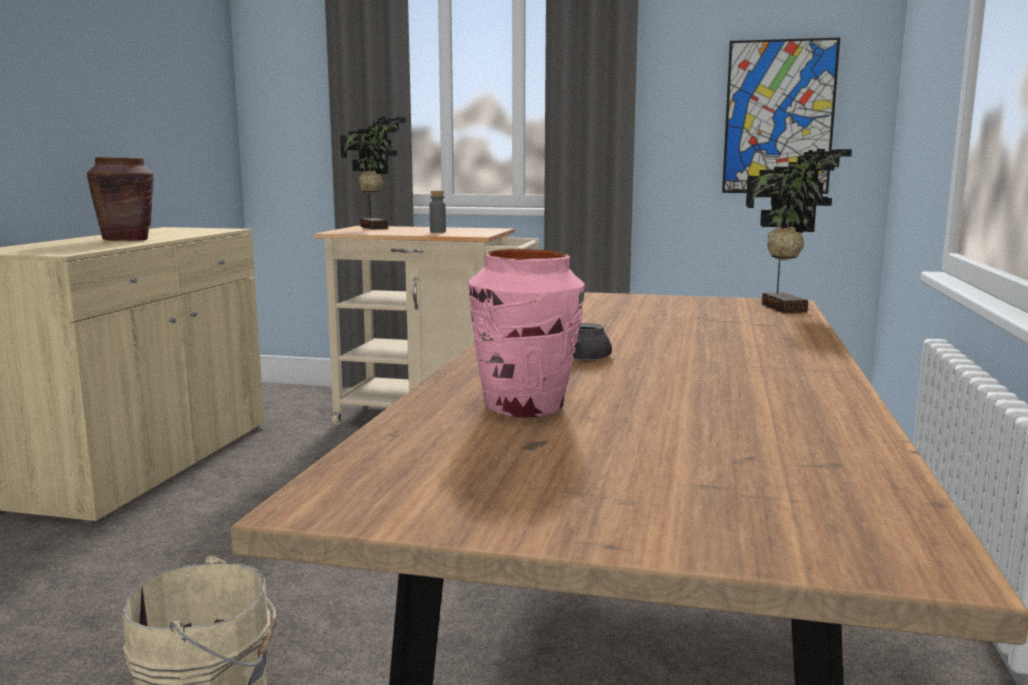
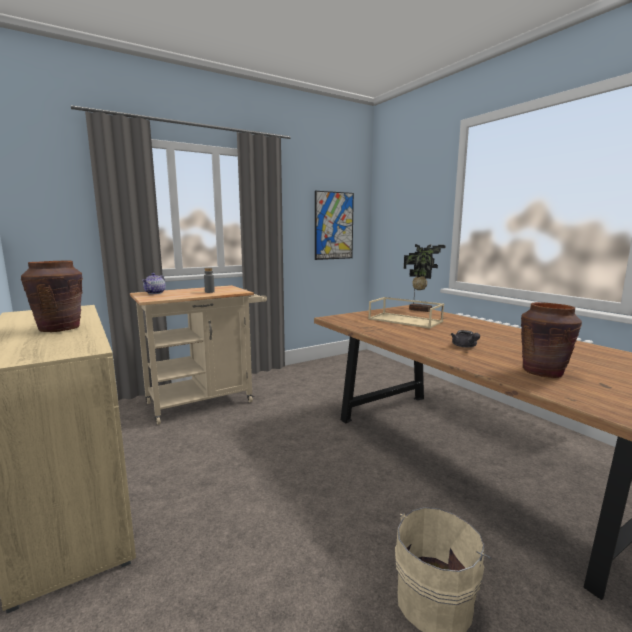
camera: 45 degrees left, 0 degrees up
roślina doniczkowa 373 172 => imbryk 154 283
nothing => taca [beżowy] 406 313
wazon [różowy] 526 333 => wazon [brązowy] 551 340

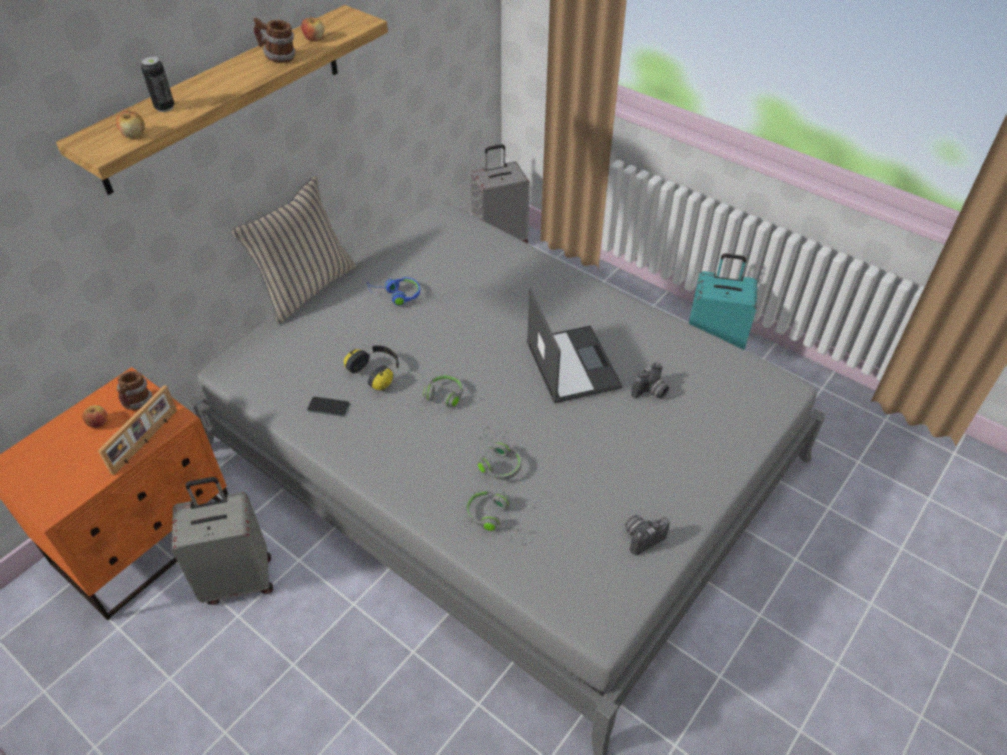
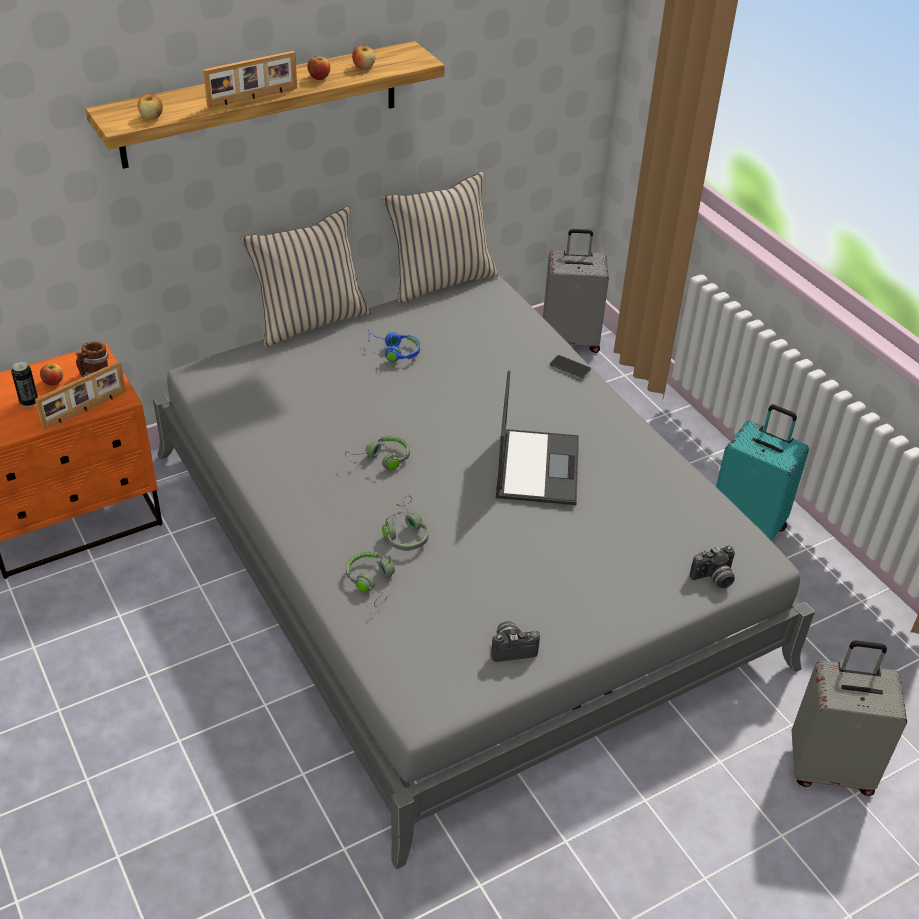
camera: 20 degrees right, 5 degrees down
puszka 157 84 => puszka 24 384, shifted
nothing => ramka na zdjęcie 250 79
kubek 274 40 => jabłko 319 68
nothing => poduszka [beżowy] 440 237
telefon 328 406 => telefon 570 366, shifted
aparat fotograficzny 650 380 => aparat fotograficzny 712 567, shifted
walizka [szary] 222 541 => walizka [szary] 849 718, shifted
słuchawki 371 367 => nothing

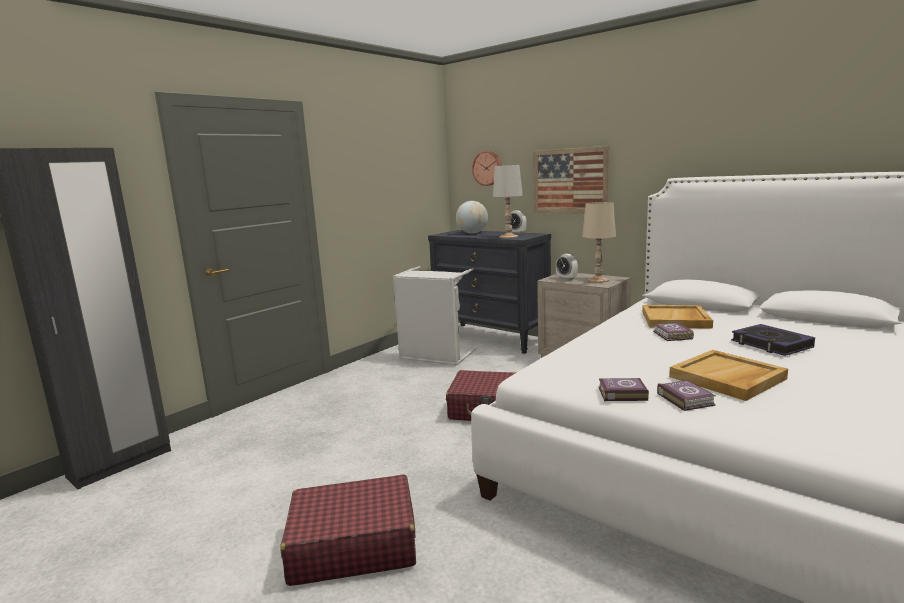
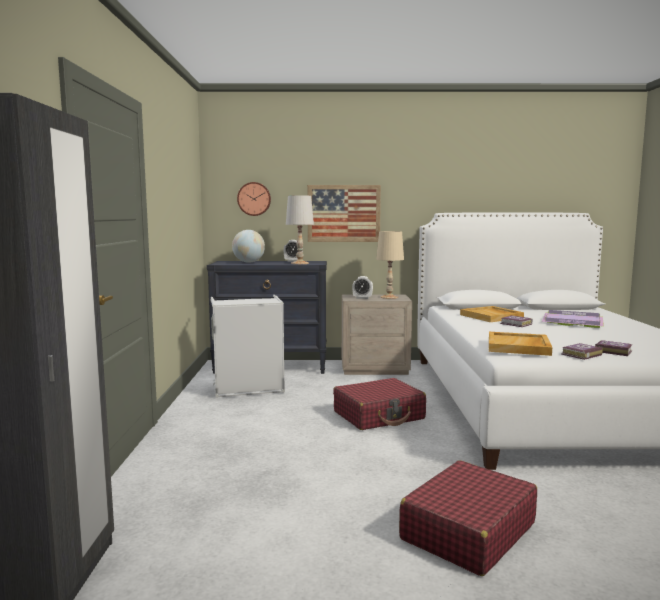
camera: 40 degrees left, 5 degrees down
taca [beżowy] 728 375 => taca [beżowy] 520 344, shifted
książka 773 340 => taca [fioletowy] 573 319

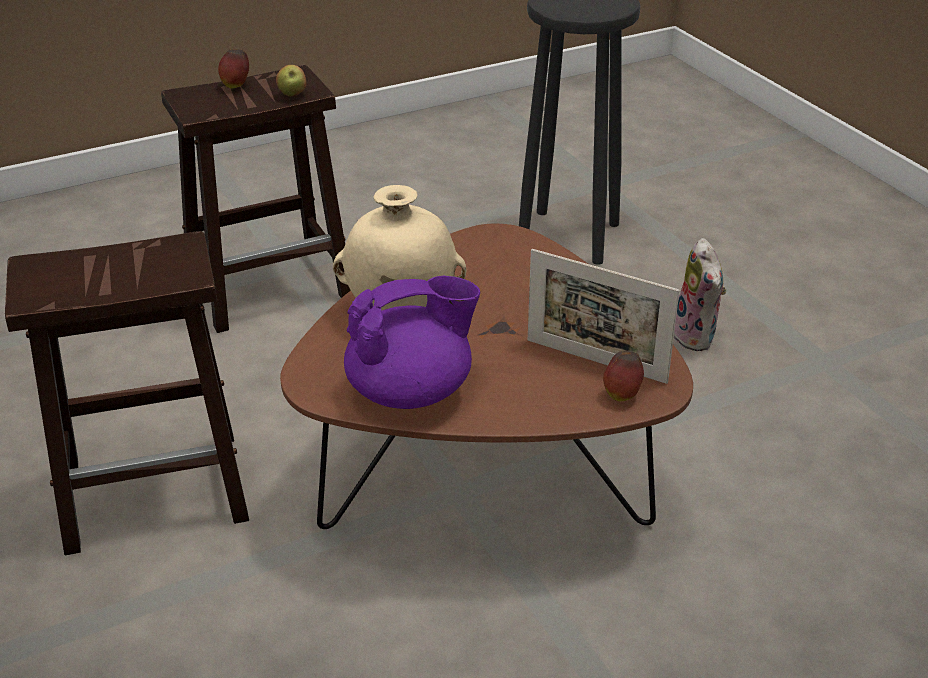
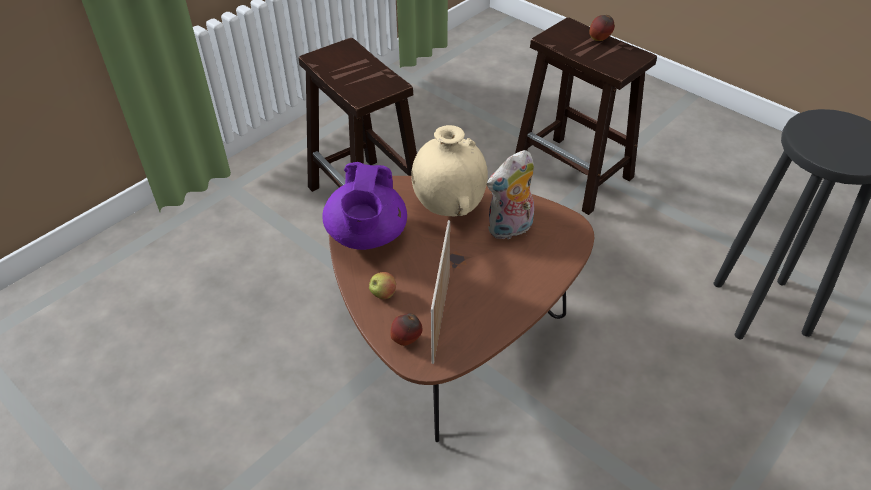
camera: 70 degrees right, 10 degrees up
imbryk [fioletowy] 412 342 => imbryk [fioletowy] 364 206, 45 degrees clockwise
jabłko 291 80 => jabłko 382 285, shifted
pluszak 700 294 => pluszak 510 194, shifted

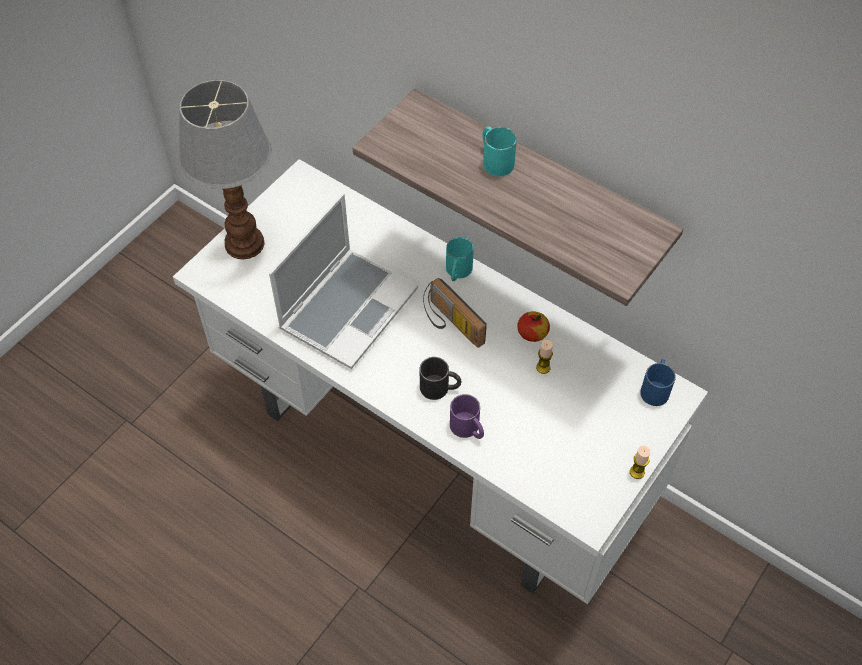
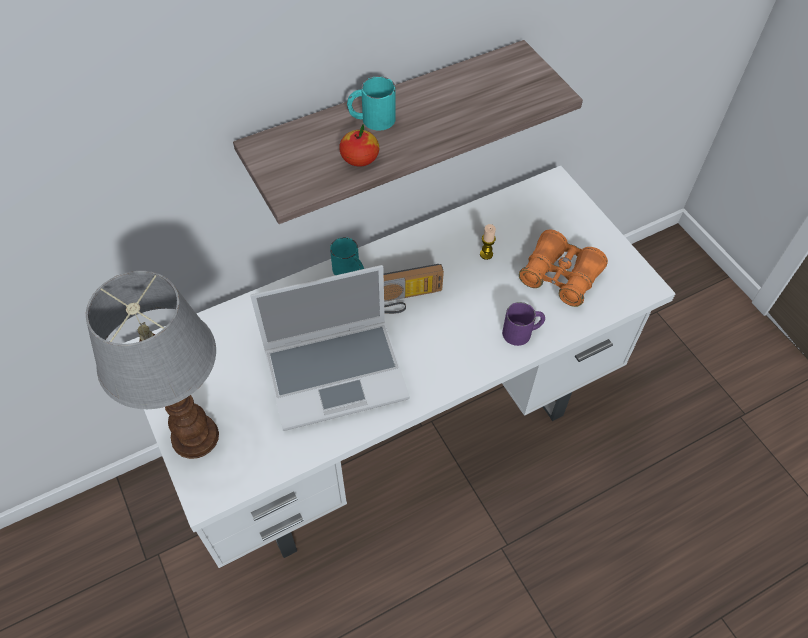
camera: 65 degrees left, 0 degrees up
laptop 343 281 => laptop 330 348, 105 degrees clockwise
jabłko 533 326 => jabłko 359 146, shifted
nothing => lornetka [pomarańczowy] 563 268
kubek [czarny] 440 378 => nothing
świeca 640 462 => nothing
kubek [niebieski] 658 382 => nothing

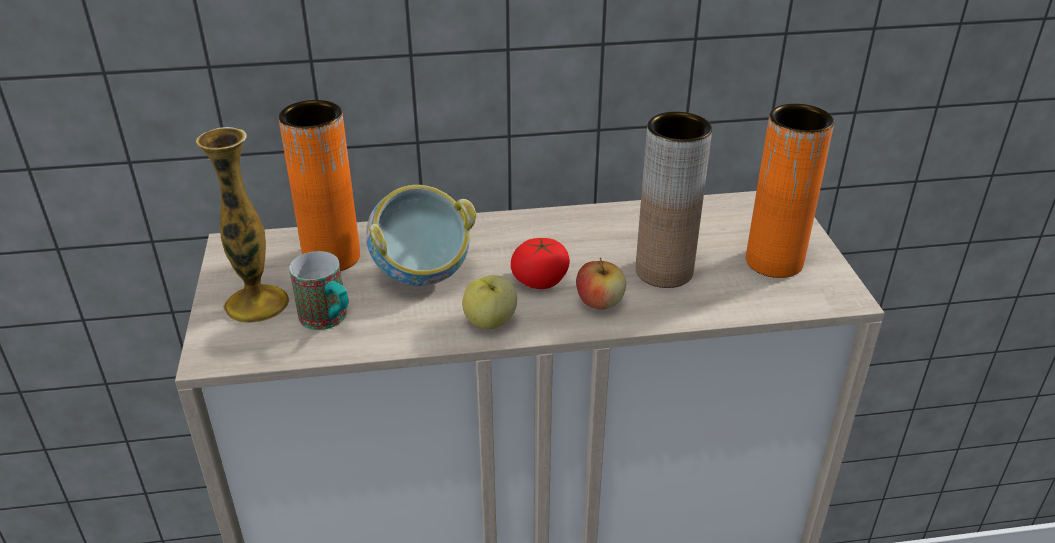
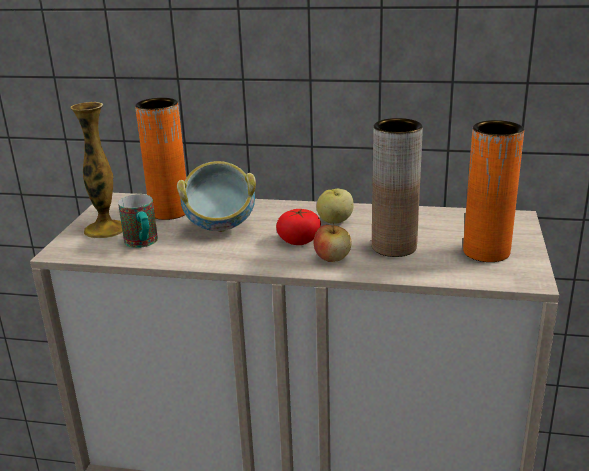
camera: 20 degrees right, 10 degrees down
jabłko 489 302 => jabłko 335 206, shifted

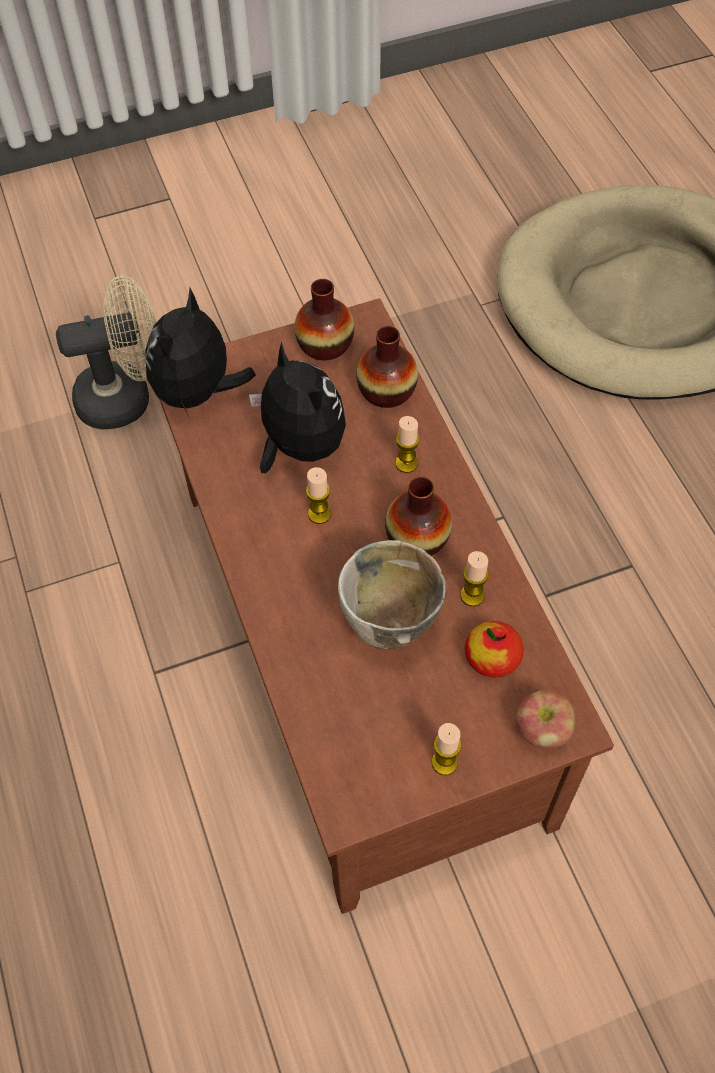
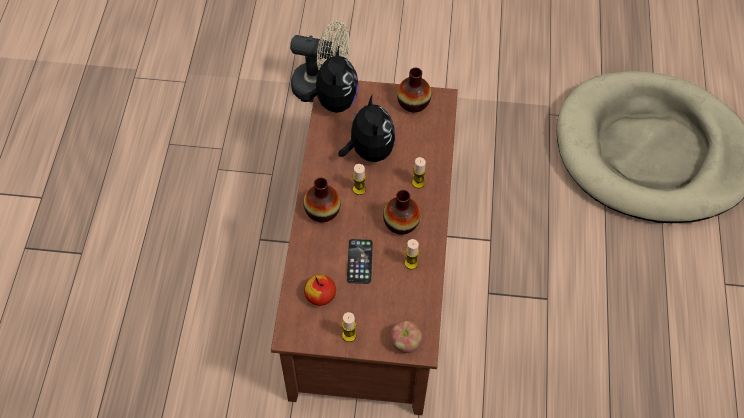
camera: 25 degrees right, 0 degrees up
pluszak 200 352 => pluszak 330 79, 135 degrees clockwise
wazon 387 367 => wazon 322 200, shifted
jabłko 494 649 => jabłko 320 290, shifted
miska 392 595 => telefon 360 261

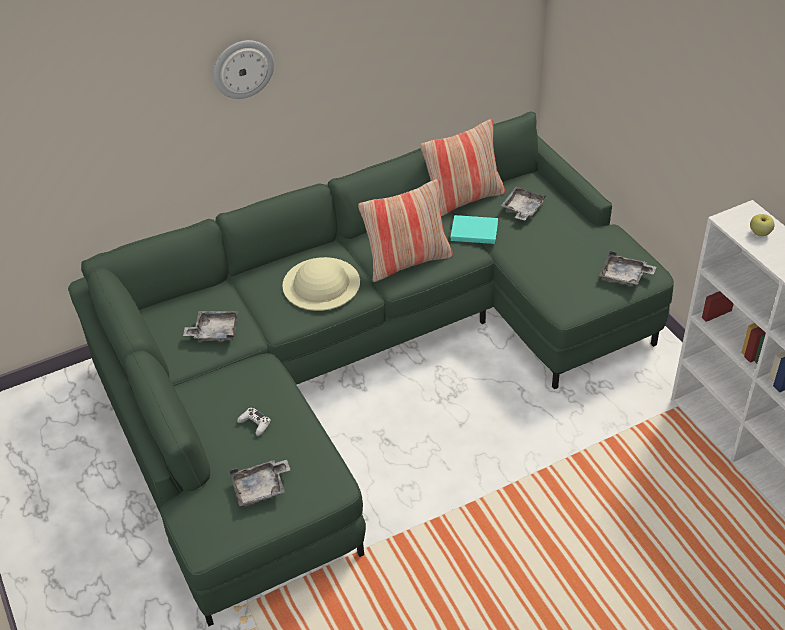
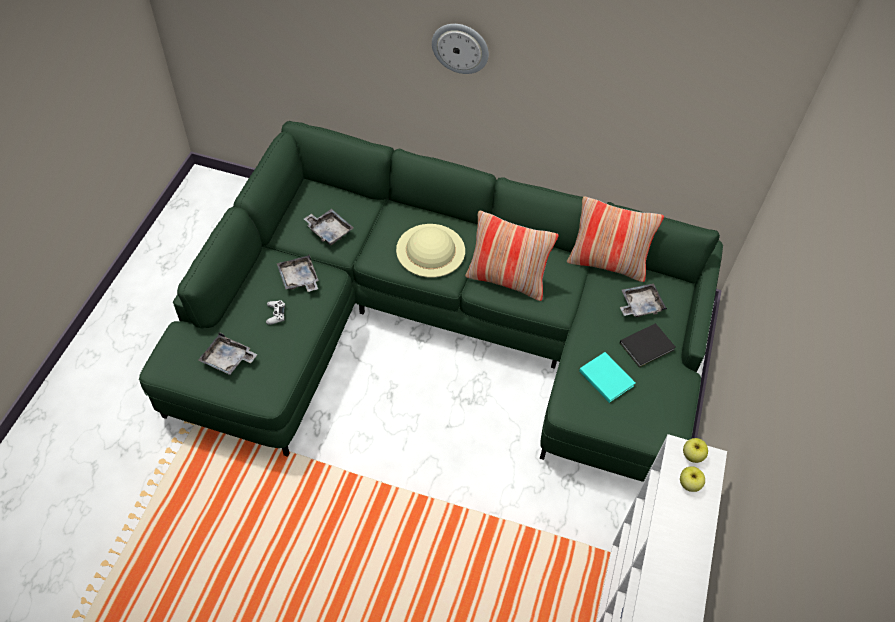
camera: 40 degrees right, 10 degrees up
taca [szary] 628 268 => taca [szary] 298 273, shifted
książka [turkusowy] 474 229 => książka [turkusowy] 607 377, shifted
nothing => książka [czarny] 648 345
nothing => jabłko 695 450

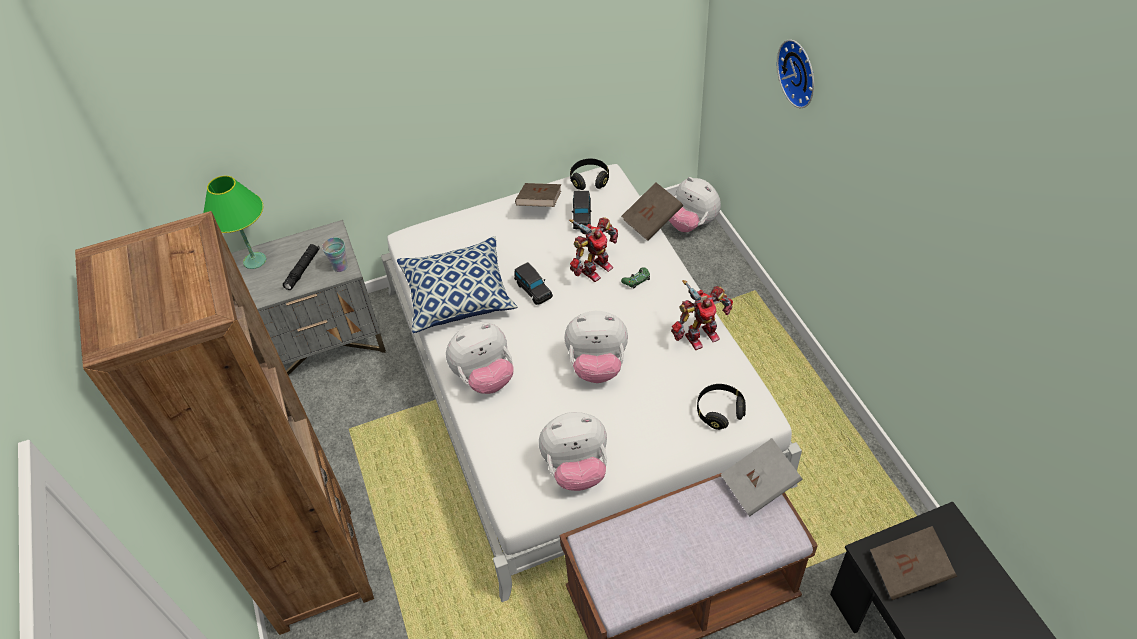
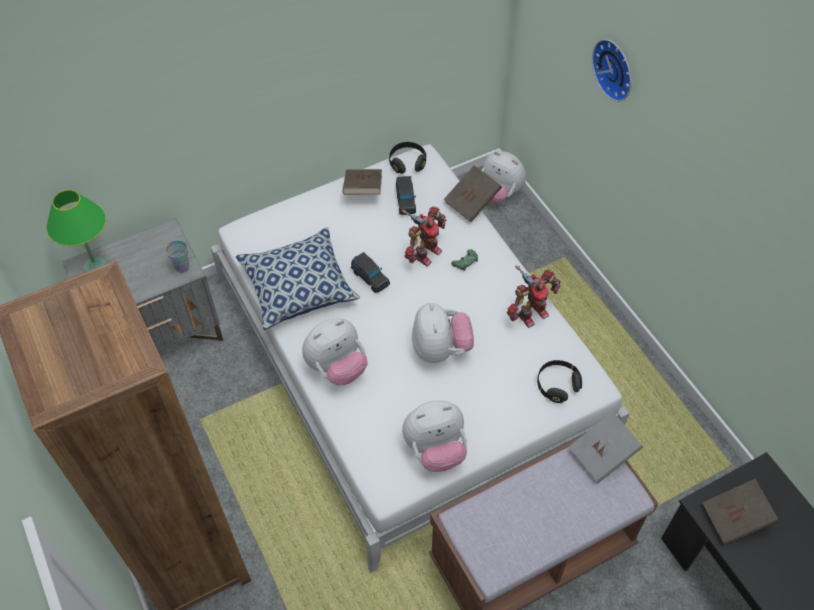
camera: 10 degrees left, 5 degrees up
pluszak 596 347 => pluszak 443 333, 90 degrees counterclockwise
latarka [czarny] 301 267 => nothing

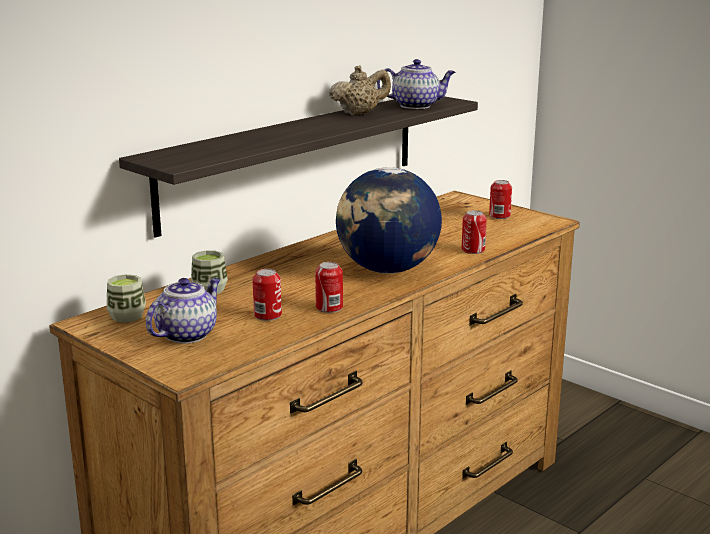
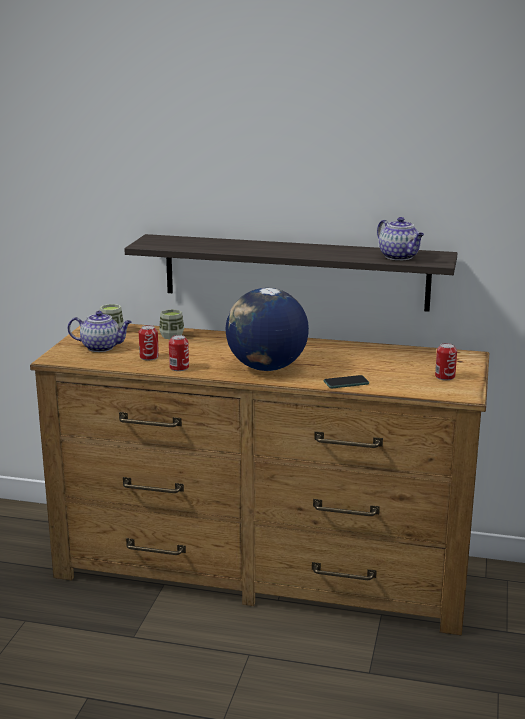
camera: 60 degrees right, 0 degrees up
puszka 474 232 => telefon 346 381
imbryk [beżowy] 360 90 => nothing

